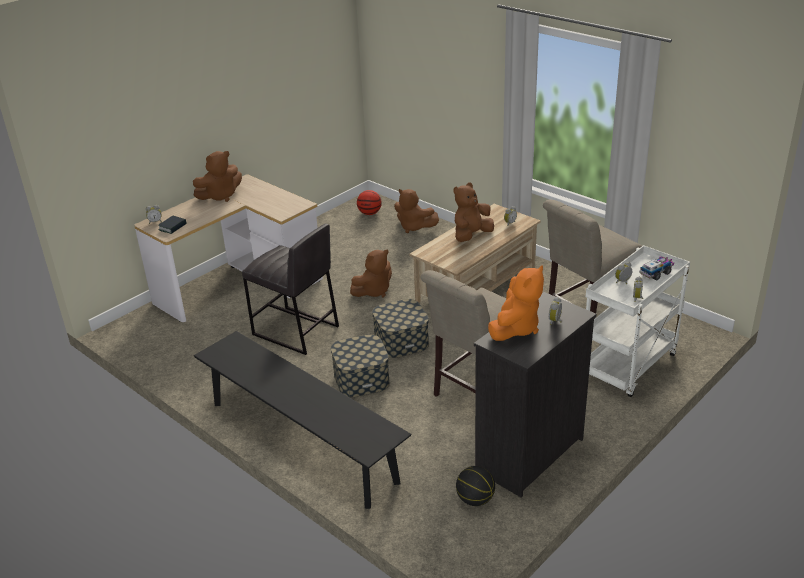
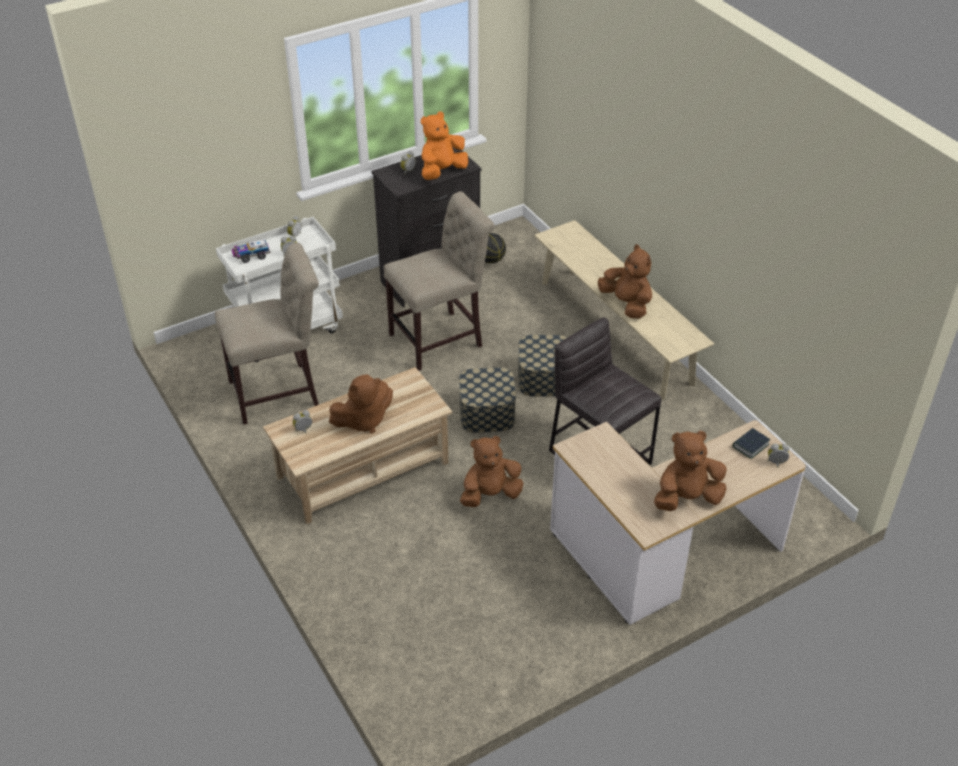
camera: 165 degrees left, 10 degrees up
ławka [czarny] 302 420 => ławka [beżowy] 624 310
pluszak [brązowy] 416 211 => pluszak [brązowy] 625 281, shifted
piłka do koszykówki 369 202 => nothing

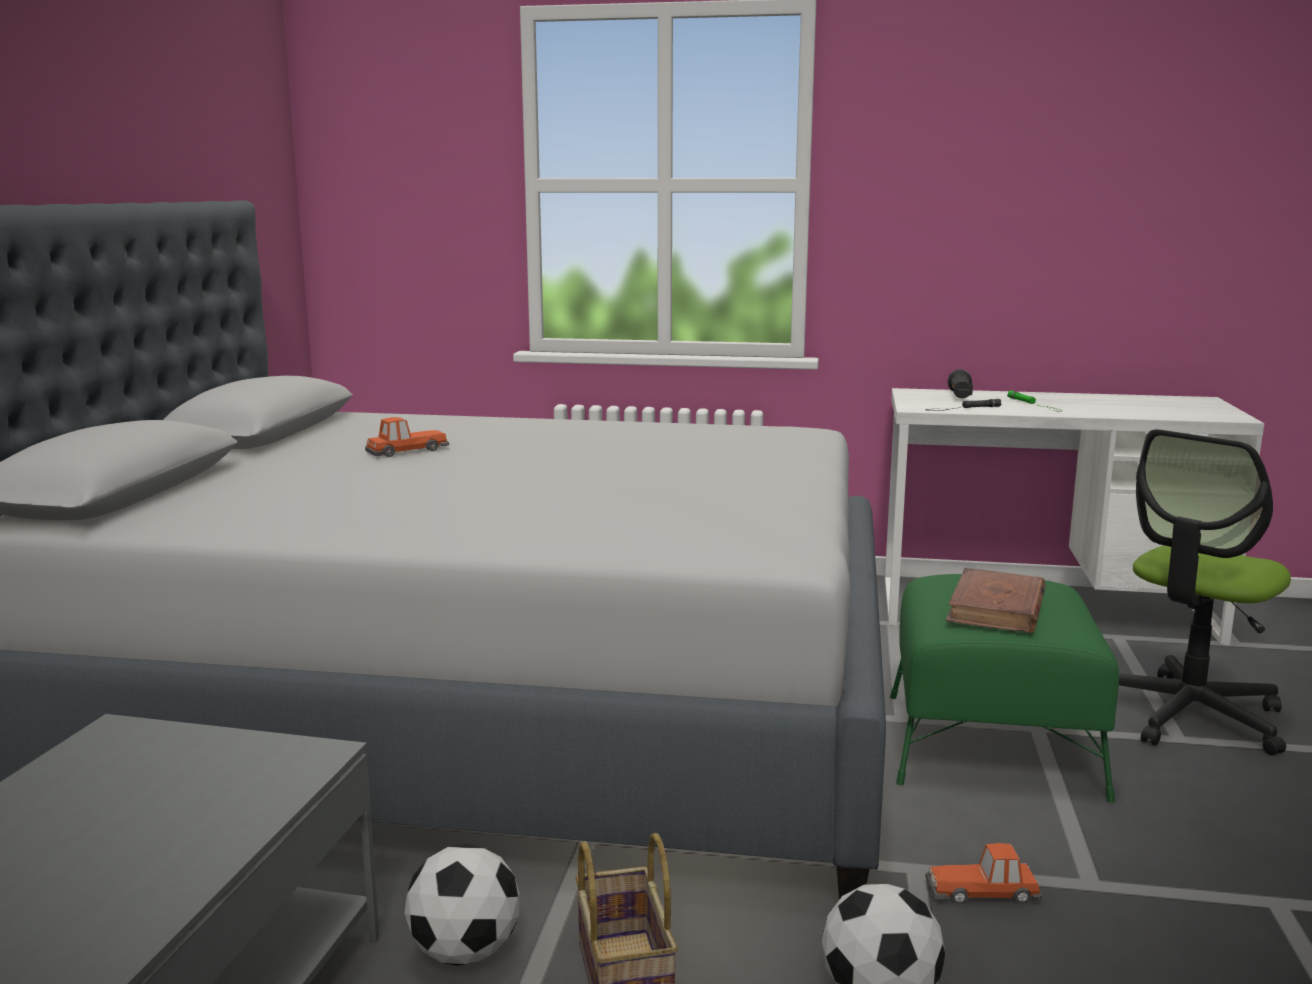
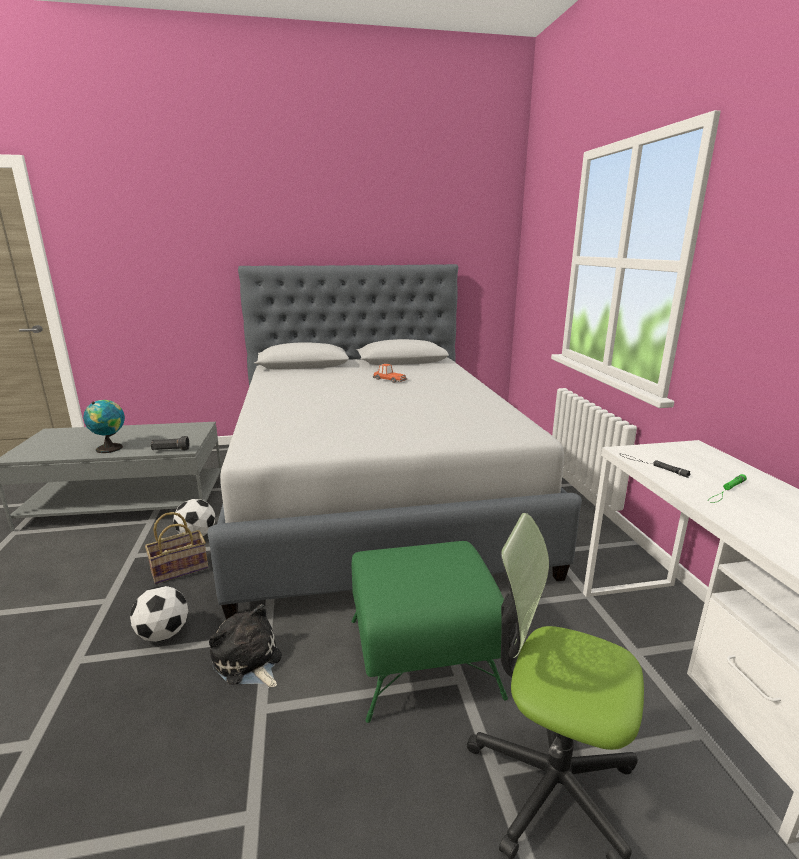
camera: 70 degrees right, 5 degrees up
nothing => globus 104 426
latarka [czarny] 960 383 => latarka [czarny] 170 443, shifted
samochodzik 983 873 => pluszak 245 645
książka [brązowy] 996 600 => nothing

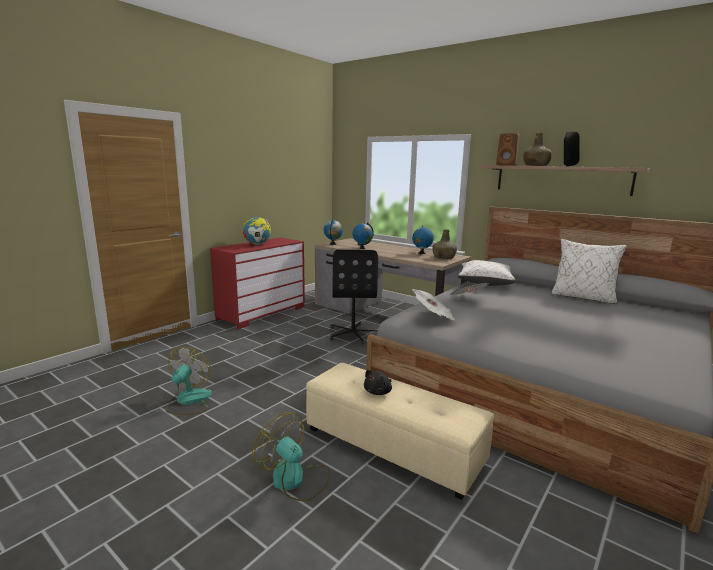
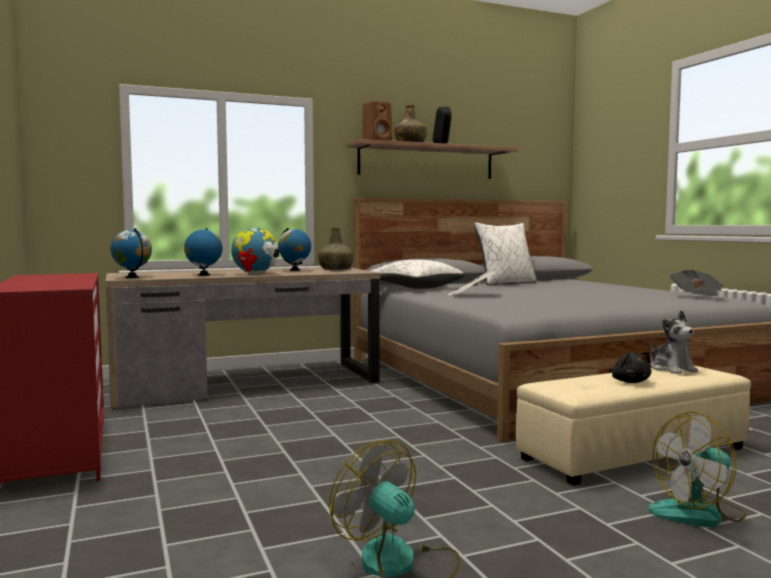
camera: 60 degrees left, 10 degrees down
globus 257 231 => globus 255 251, shifted
nothing => pluszak 674 342
gazeta 433 304 => gazeta 696 283, shifted
krzesło biurowe [czarny] 354 297 => nothing

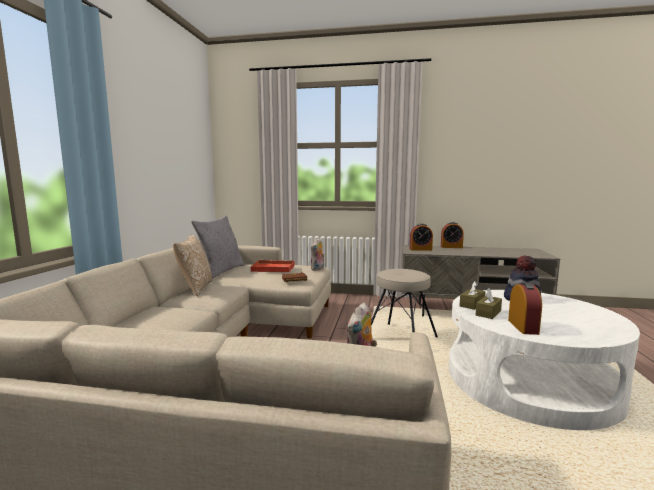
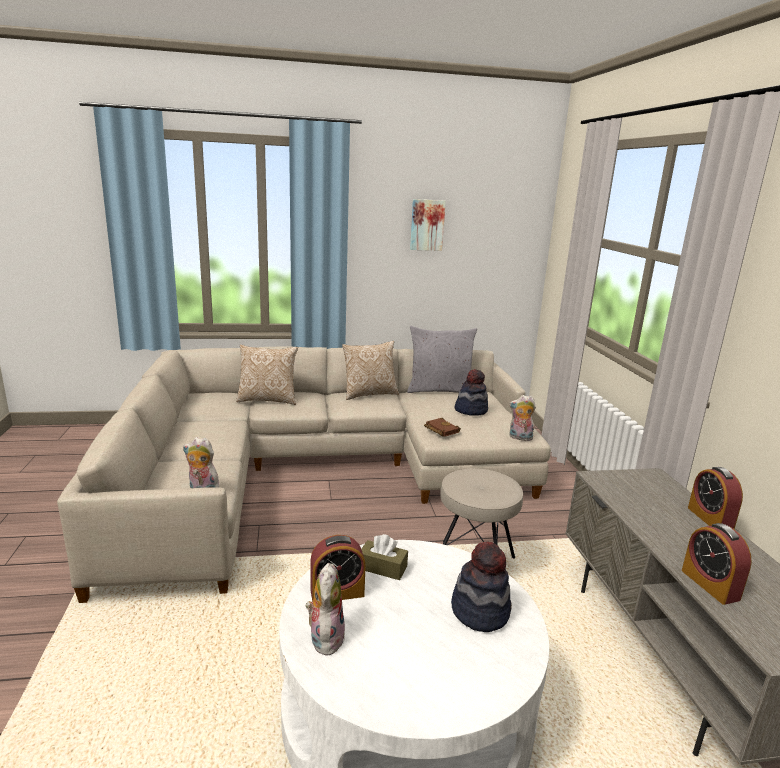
camera: 70 degrees right, 10 degrees up
nothing => poduszka 267 374
nothing => pluszak 325 609
nothing => obraz 428 225
taca [czerwony] 273 266 => kapelusz 471 392
budzik 421 237 => budzik 717 564, shifted
pudełko chusteczek [brązowy] 472 295 => nothing

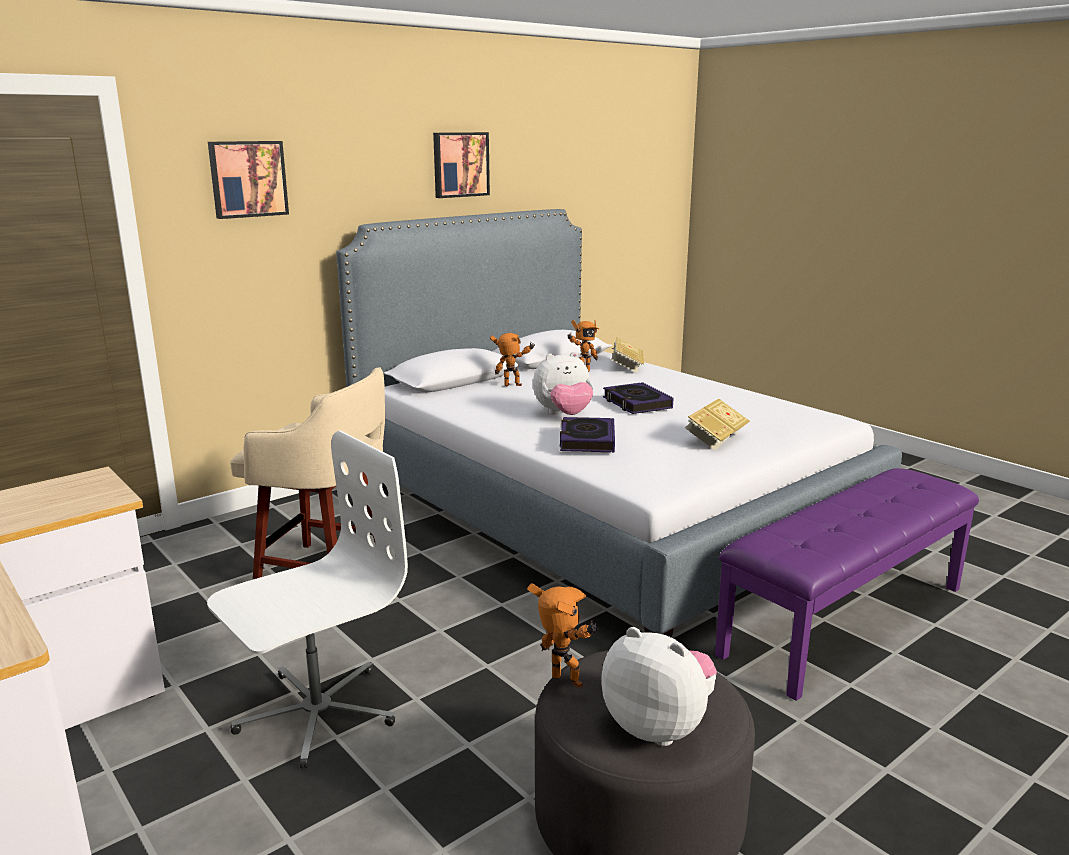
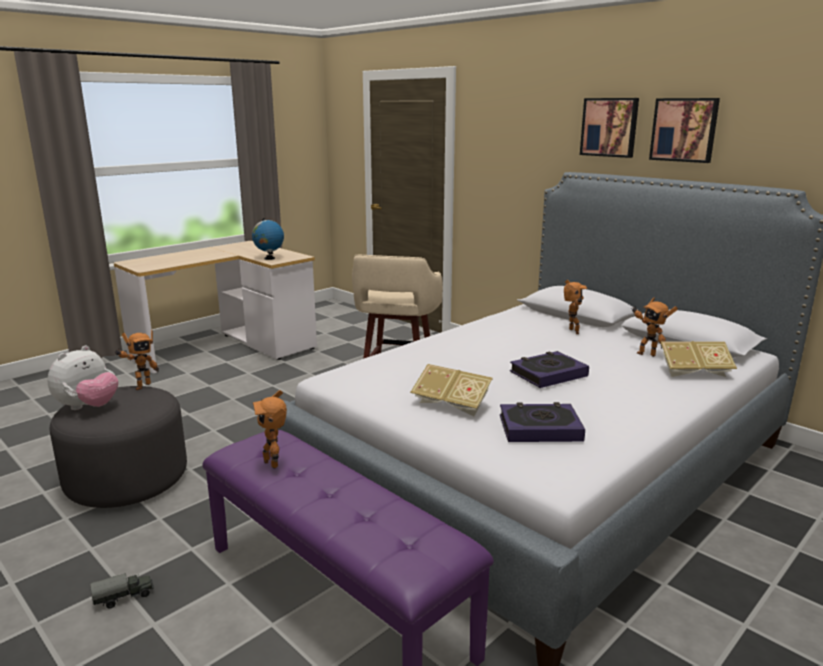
camera: 85 degrees right, 0 degrees up
nothing => ciężarówka zabawkowa 122 591
nothing => globus 268 239
nothing => robot zabawkowy 270 429
książka 587 434 => książka 542 422, shifted
obraz 248 180 => obraz 609 128, shifted
krzesło biurowe [biały] 307 599 => nothing
pluszak 563 383 => nothing

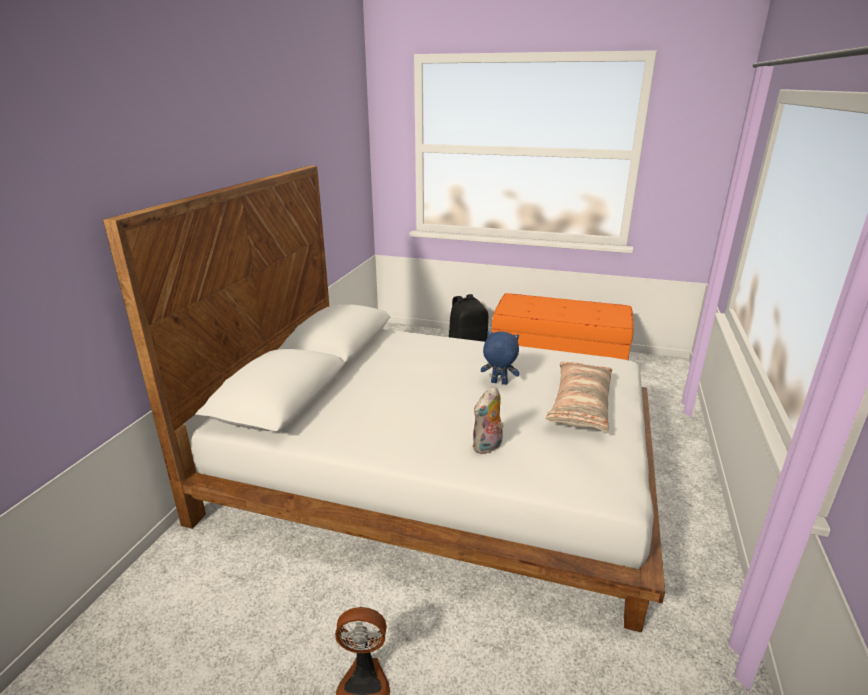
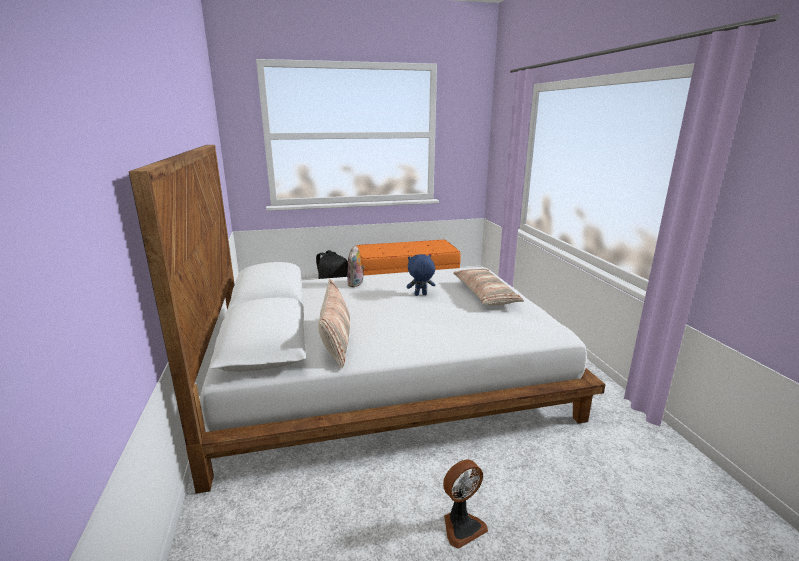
camera: 30 degrees left, 5 degrees down
nothing => poduszka 334 324
pluszak 487 420 => pluszak 356 266, shifted

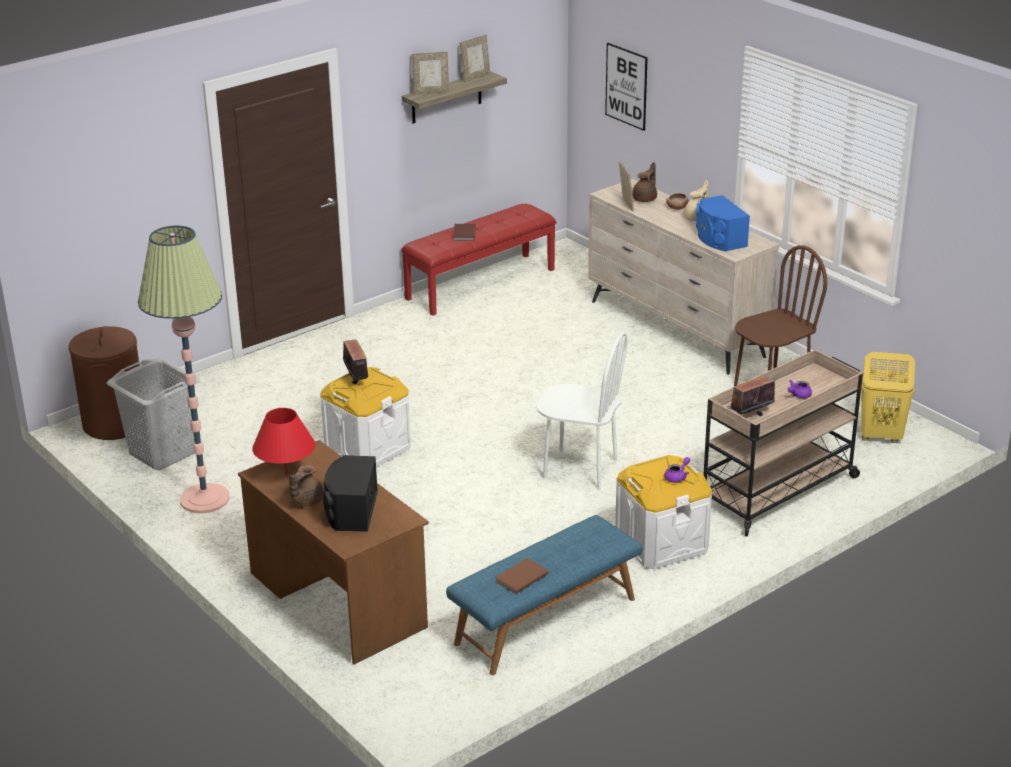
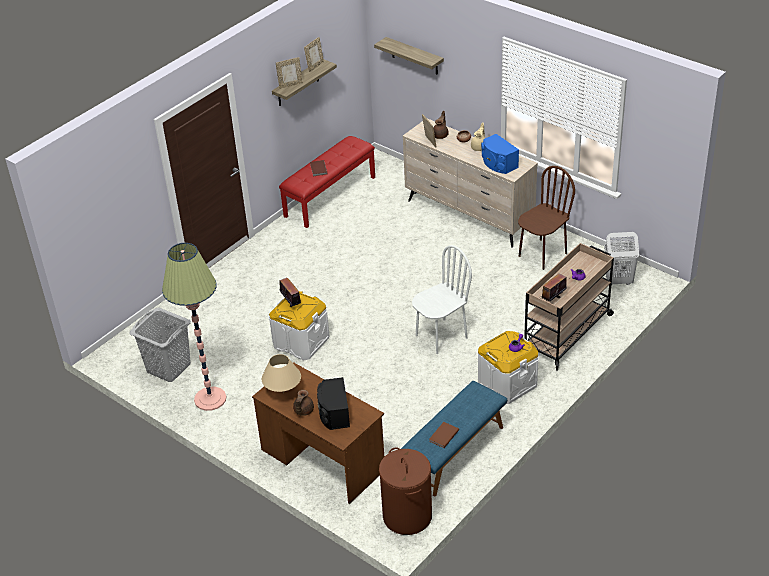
camera: 10 degrees left, 10 degrees up
lampa stołowa [czerwony] 283 441 => lampa stołowa [beżowy] 281 373
obraz 626 87 => półka 409 55
kosz na pranie [brązowy] 106 383 => kosz na pranie [brązowy] 405 491, shifted
krzesło [biały] 581 411 => krzesło [biały] 442 299, 45 degrees counterclockwise
kosz na pranie [żółty] 888 397 => kosz na pranie [biały] 621 258

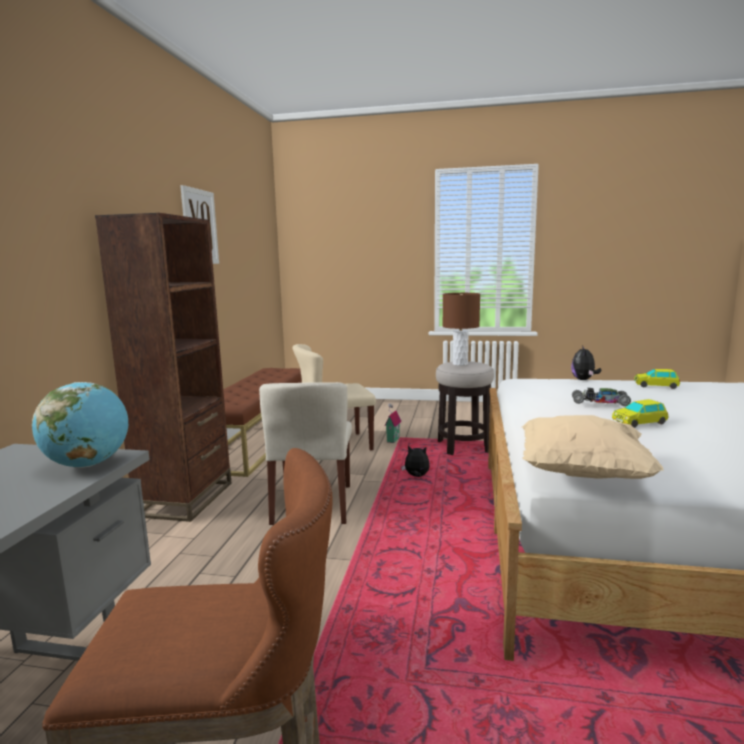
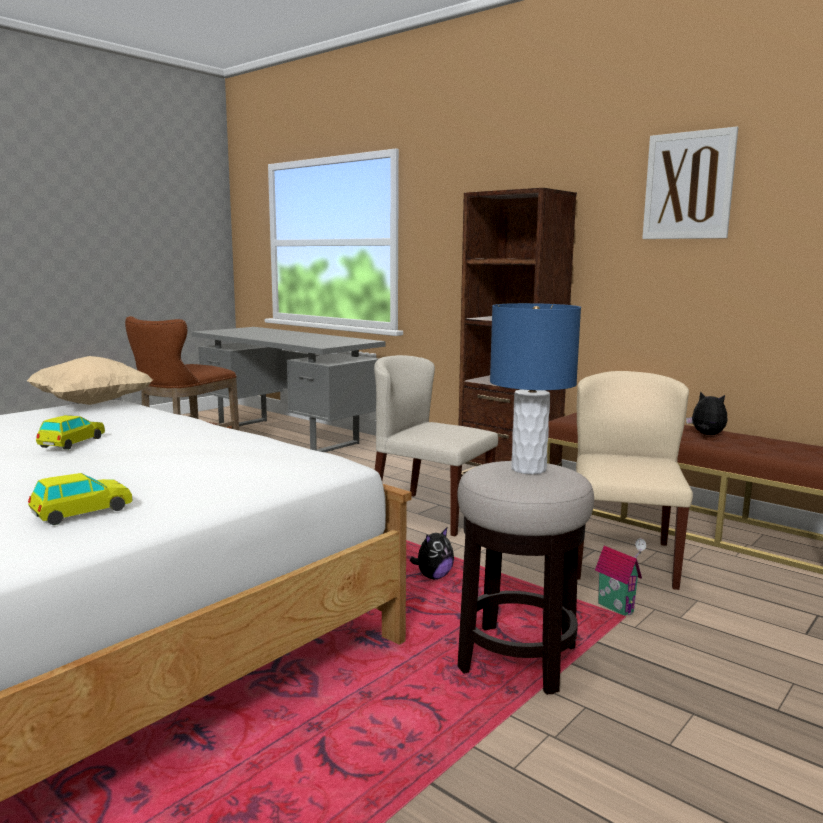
camera: 120 degrees right, 0 degrees up
lampa stołowa [brązowy] 461 329 => lampa stołowa [niebieski] 535 388
pluszak 586 362 => pluszak 707 413, shifted
globus 80 425 => nothing
samochodzik 601 397 => nothing

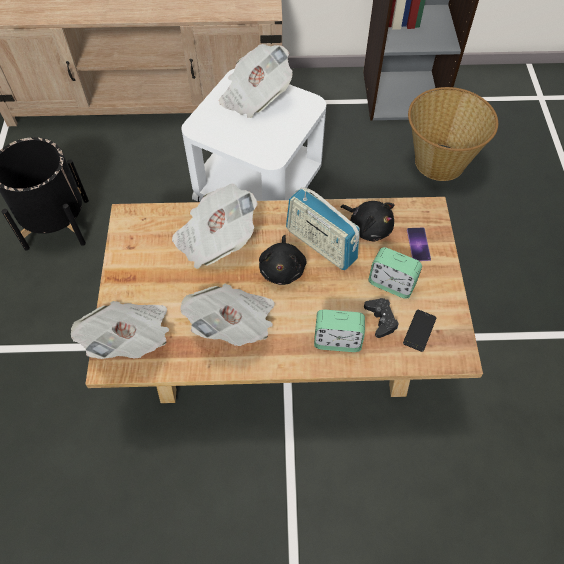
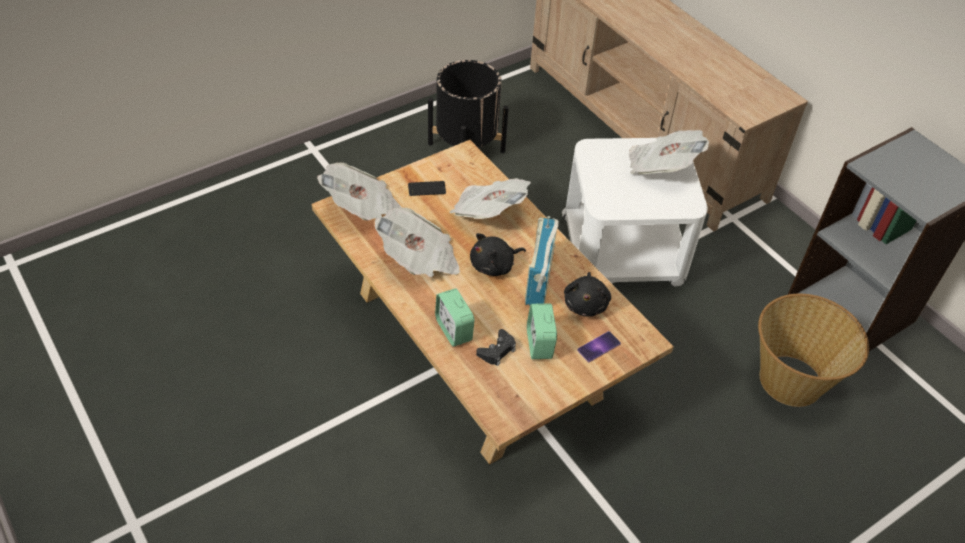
camera: 55 degrees right, 10 degrees down
telefon 419 331 => telefon 427 188, shifted

